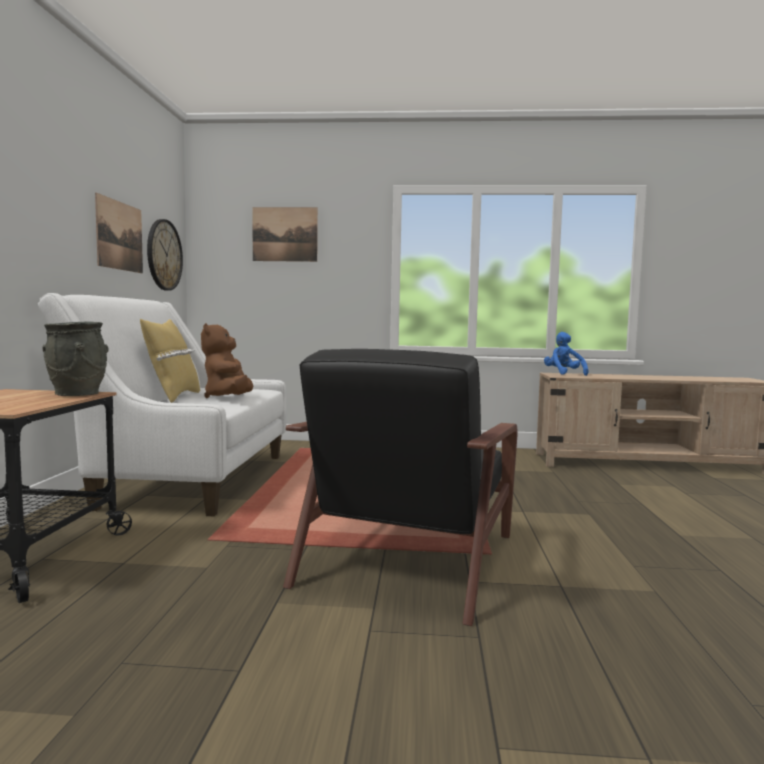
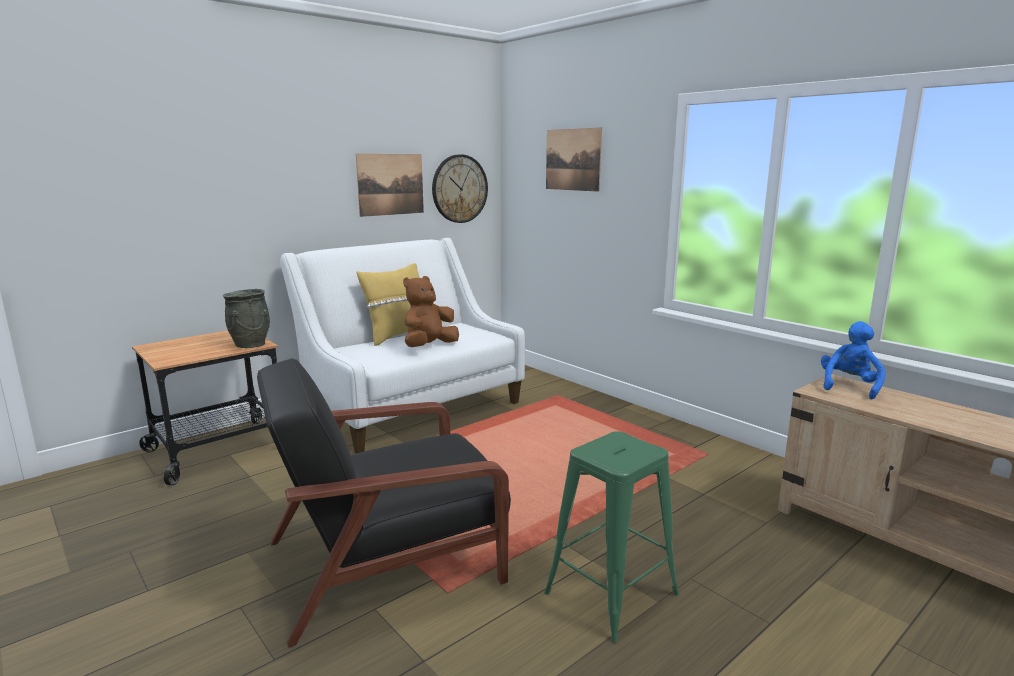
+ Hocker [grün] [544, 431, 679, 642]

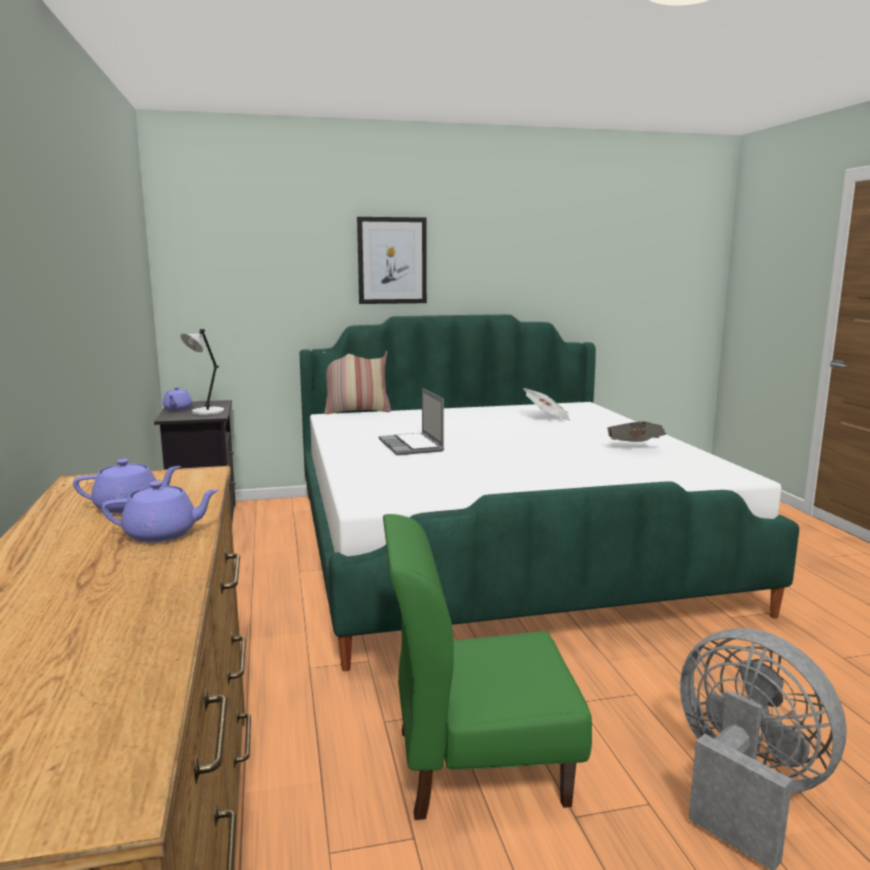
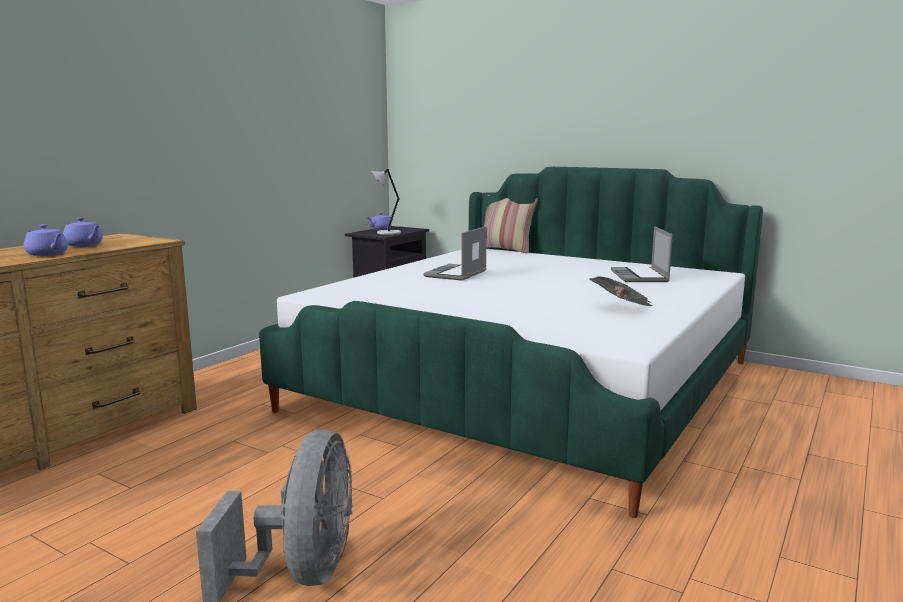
- Bild [357, 217, 427, 304]
~ Zeitung [523, 388, 570, 421] to Laptop [611, 226, 673, 282]
- Stuhl [grün] [383, 514, 592, 820]

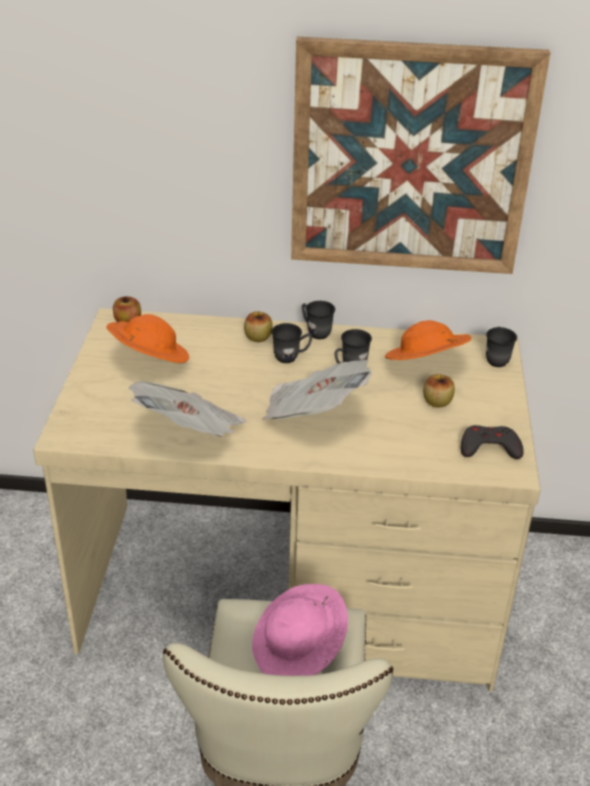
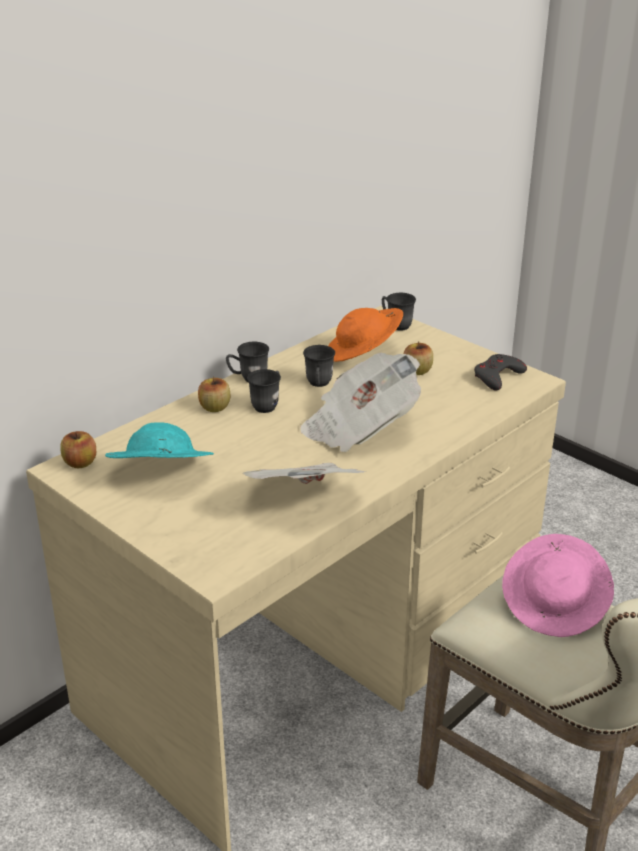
- Bild [291, 37, 551, 274]
~ Hut [orange] [106, 314, 189, 363] to Hut [türkis] [105, 422, 214, 458]

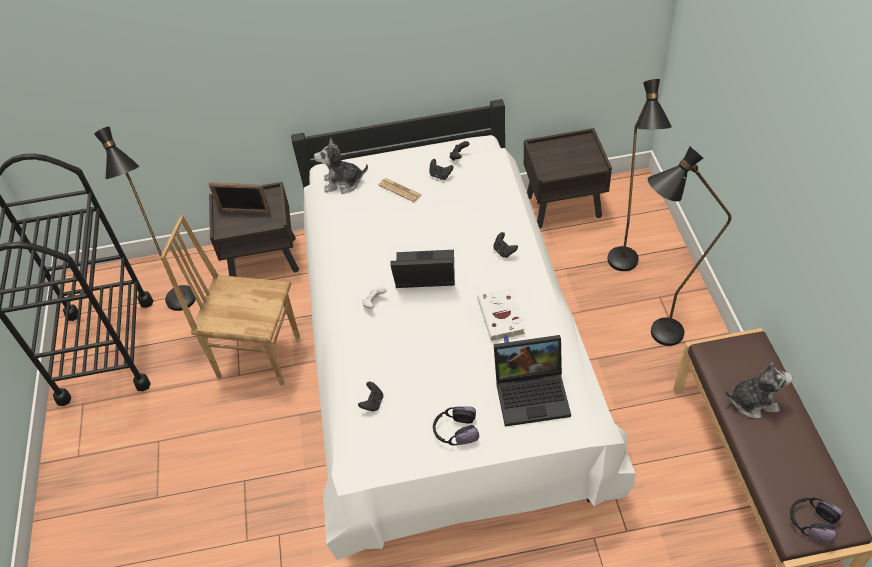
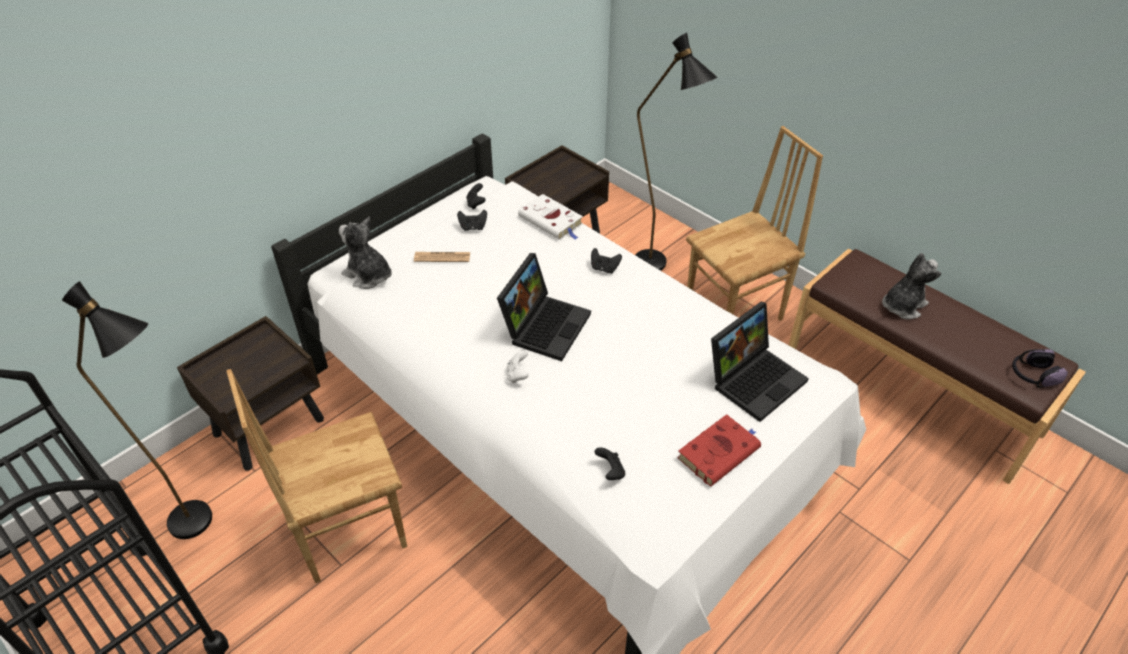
~ Plüschtier [314, 138, 368, 194] = [339, 216, 392, 289] 75 degrees clockwise
~ Stehlampe [schwarz] [648, 147, 731, 346] to Stuhl [braun] [686, 126, 823, 321]
- Bilderrahmen [209, 183, 271, 214]
~ Laptop [390, 250, 455, 288] = [497, 253, 591, 361] 150 degrees clockwise
~ Buch [weiß] [477, 288, 525, 343] to [518, 194, 583, 240]
~ Kopfhörer [433, 406, 479, 446] to Buch [rot] [677, 414, 761, 486]

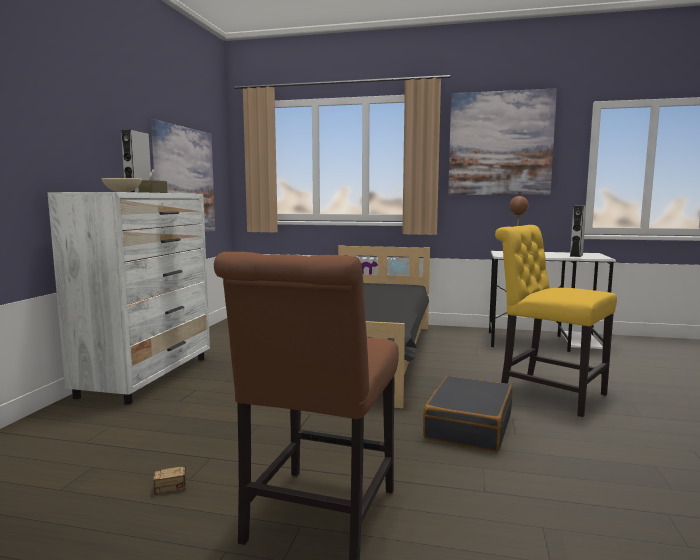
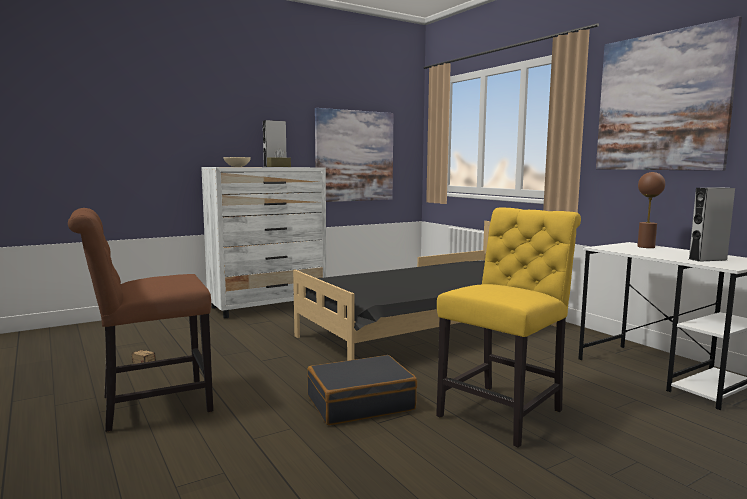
~ Stuhl [gelb] [495, 225, 617, 417] = [436, 207, 581, 448] 45 degrees clockwise

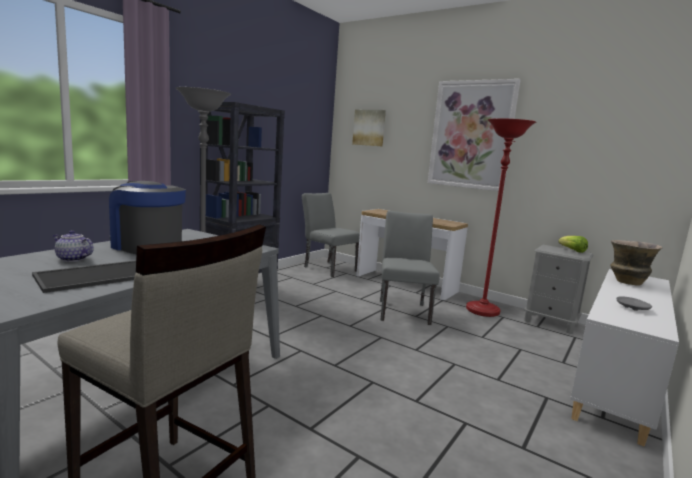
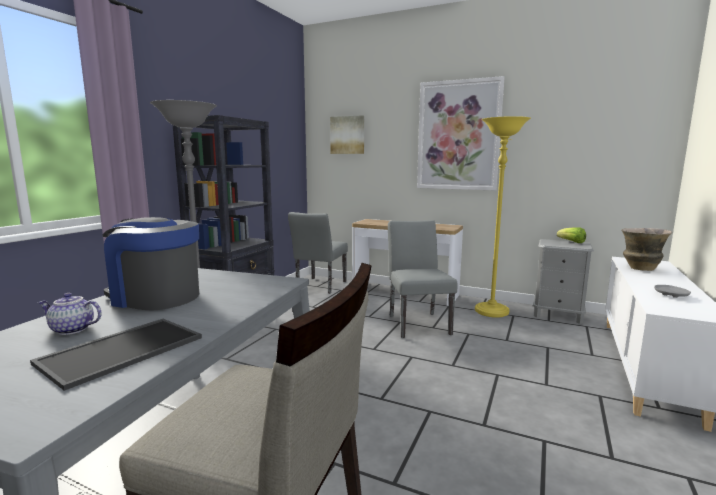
~ Stehlampe [rot] [466, 118, 536, 317] to Stehlampe [gelb] [475, 116, 531, 318]
~ Stuhl [grau] [302, 193, 360, 277] = [288, 212, 348, 294] 105 degrees counterclockwise

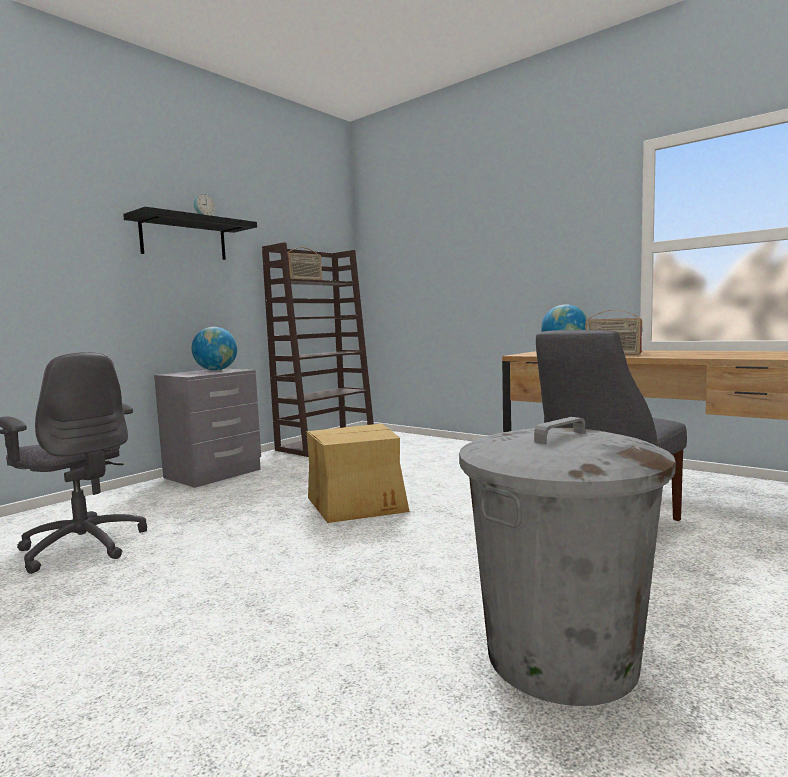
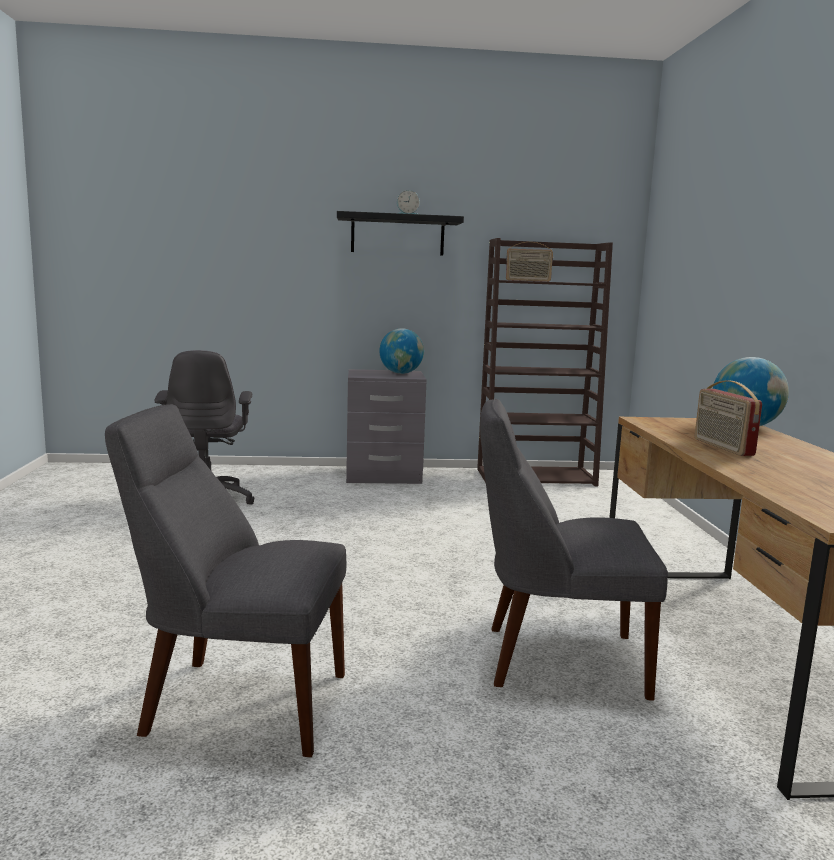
~ Mülleimer [grau] [459, 417, 675, 706] to Stuhl [grau] [105, 404, 346, 757]
- Karton [307, 424, 410, 523]

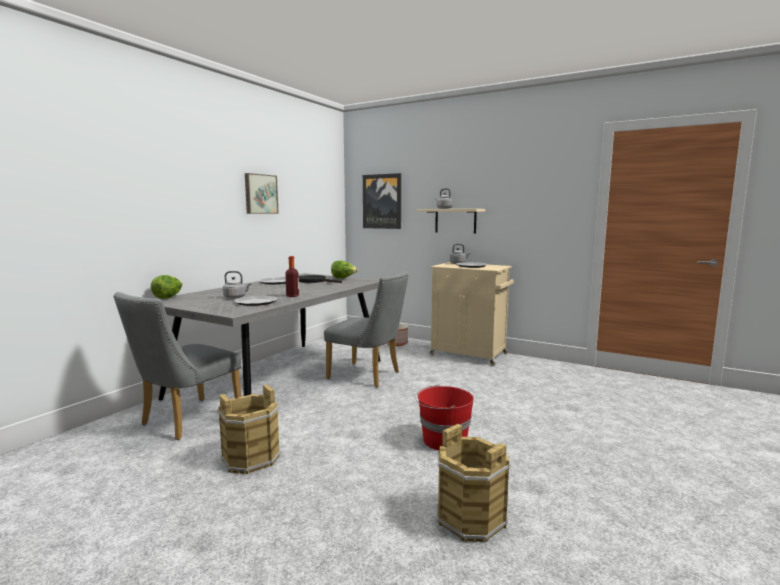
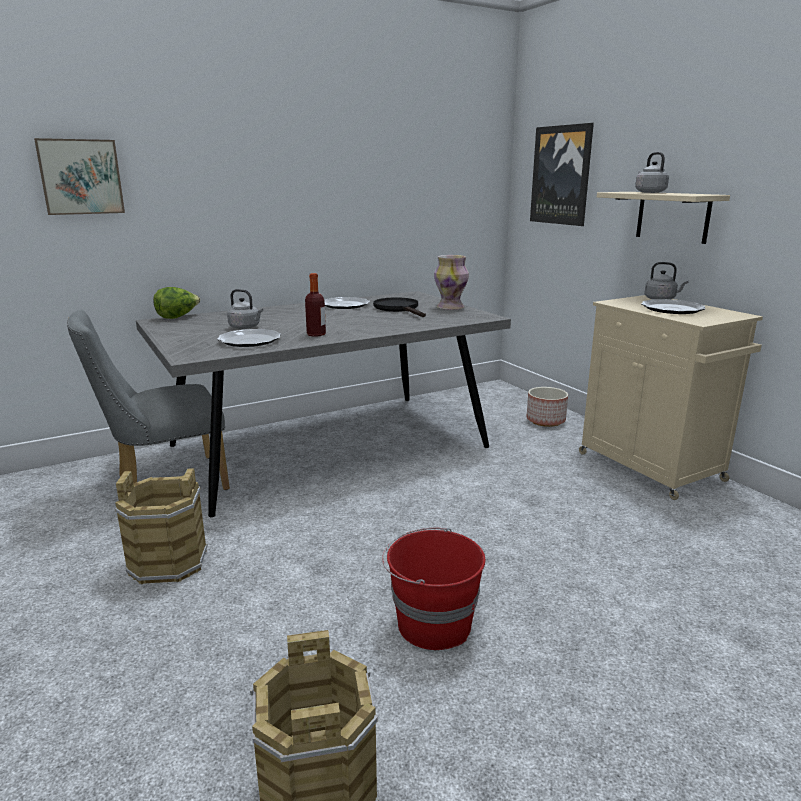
~ Bild [245, 173, 279, 214] to [34, 138, 125, 215]
~ Salatkopf [331, 261, 358, 279] to Vase [434, 255, 469, 310]
- Stuhl [grau] [324, 271, 409, 387]

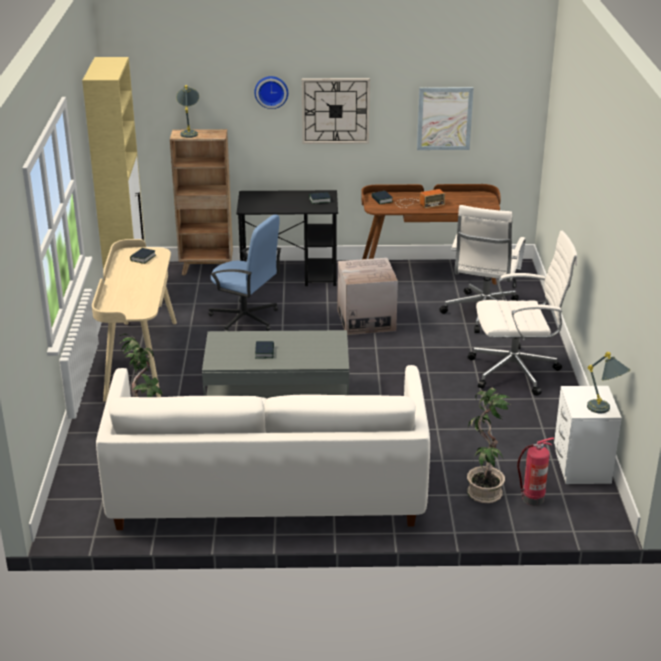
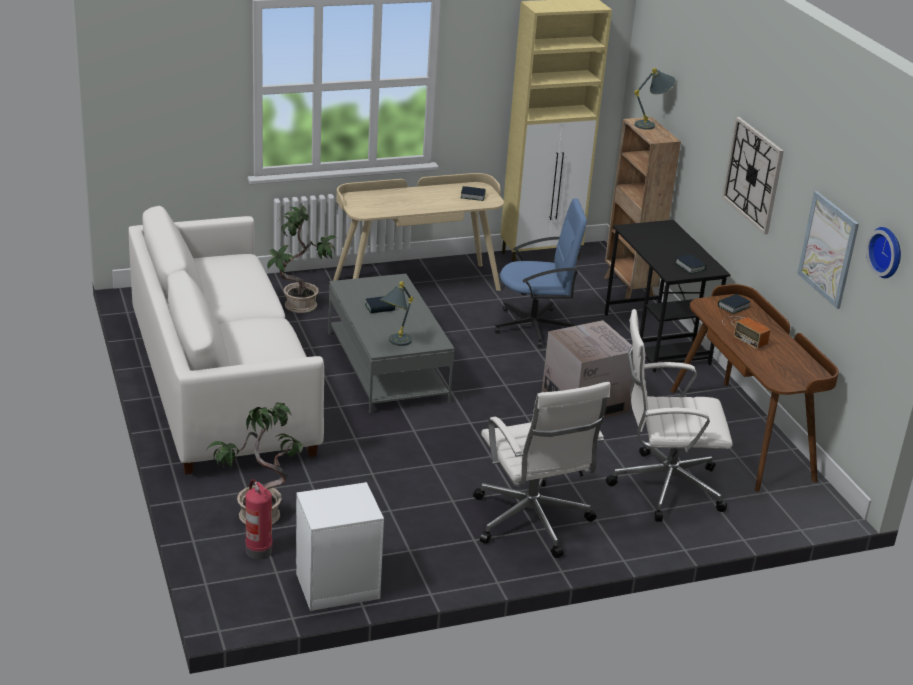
~ Wanduhr [254, 76, 288, 109] to [866, 227, 901, 278]
~ Bürostuhl [blau] [209, 215, 281, 331] = [494, 199, 587, 348] 105 degrees counterclockwise
~ Tischlampe [grau] [587, 352, 631, 413] to [379, 281, 414, 346]

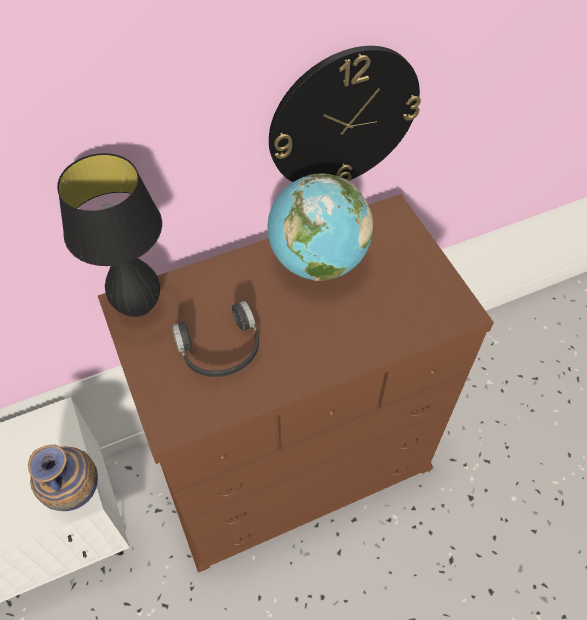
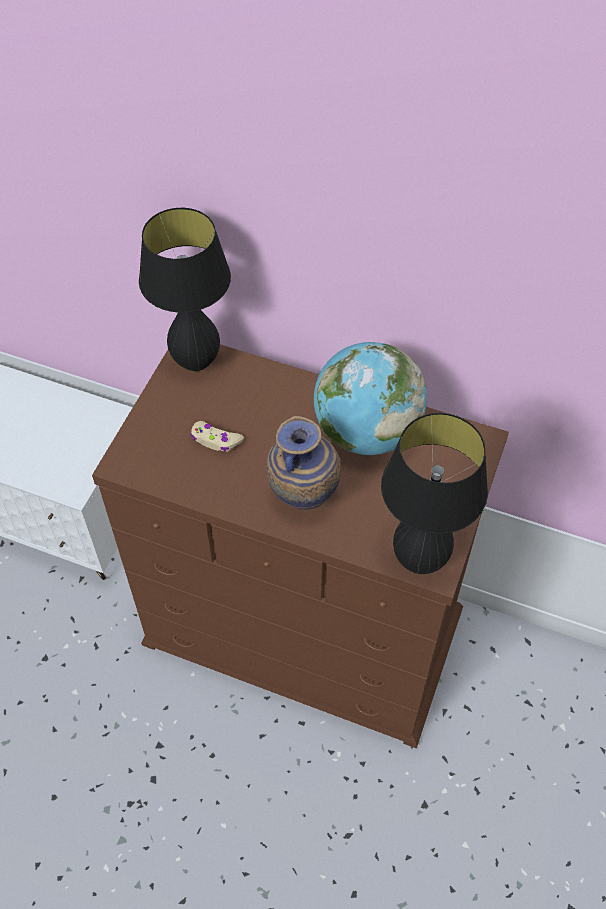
- Wanduhr [269, 46, 421, 182]
~ Kopfhörer [schwarz] [172, 301, 259, 377] to Gamepad [beige] [191, 421, 244, 452]
~ Vase [28, 445, 98, 511] to [266, 416, 341, 510]
+ Tischlampe [schwarz] [381, 413, 488, 574]

